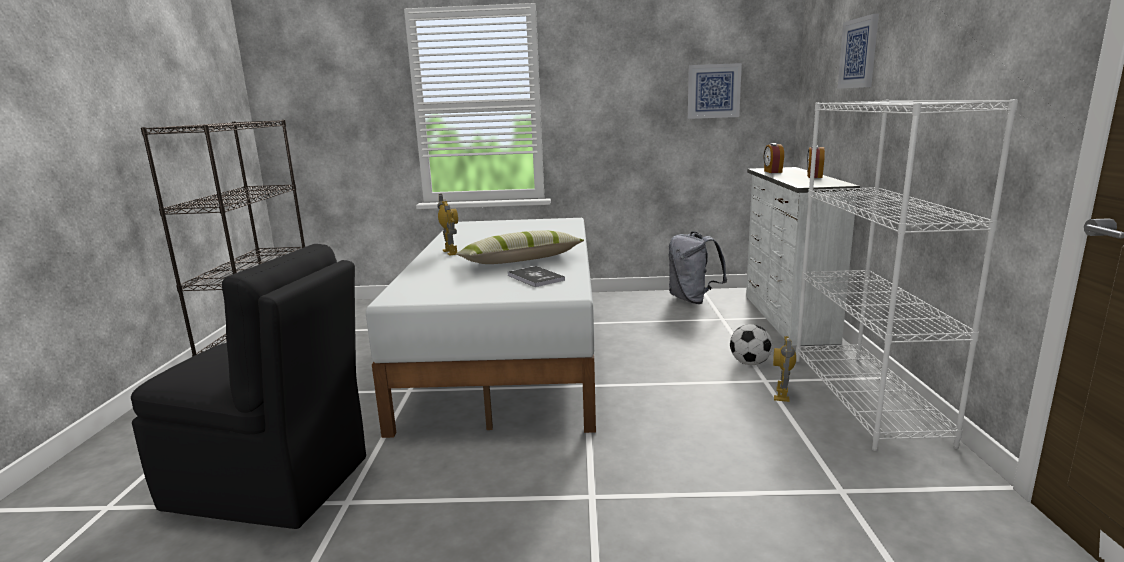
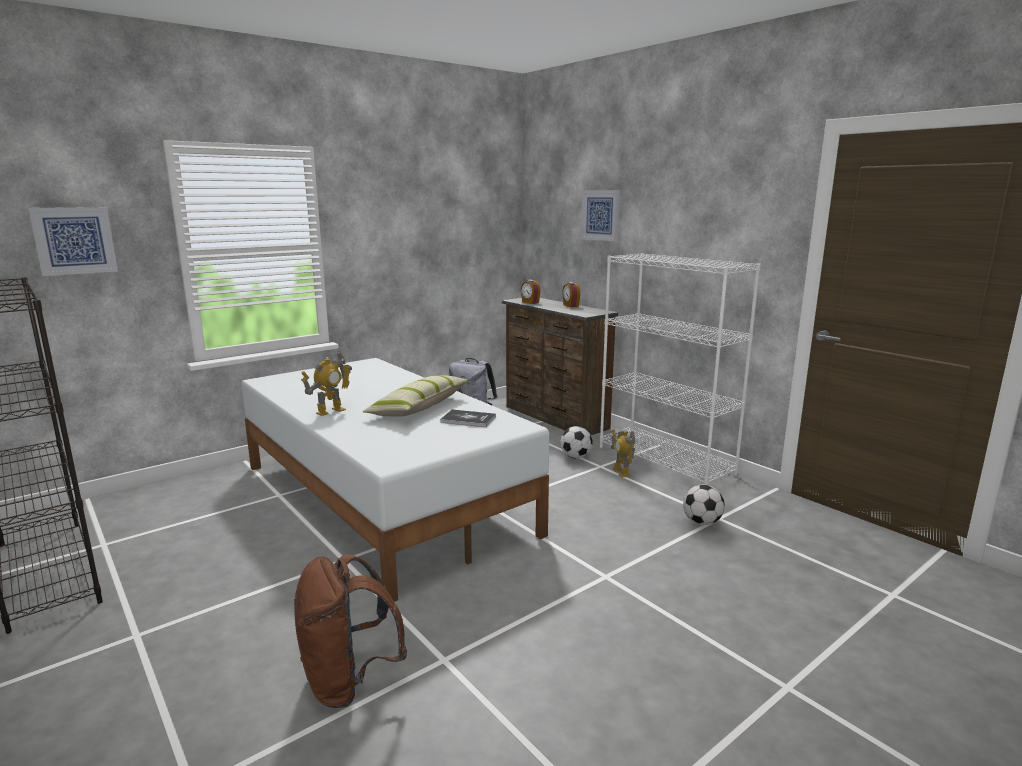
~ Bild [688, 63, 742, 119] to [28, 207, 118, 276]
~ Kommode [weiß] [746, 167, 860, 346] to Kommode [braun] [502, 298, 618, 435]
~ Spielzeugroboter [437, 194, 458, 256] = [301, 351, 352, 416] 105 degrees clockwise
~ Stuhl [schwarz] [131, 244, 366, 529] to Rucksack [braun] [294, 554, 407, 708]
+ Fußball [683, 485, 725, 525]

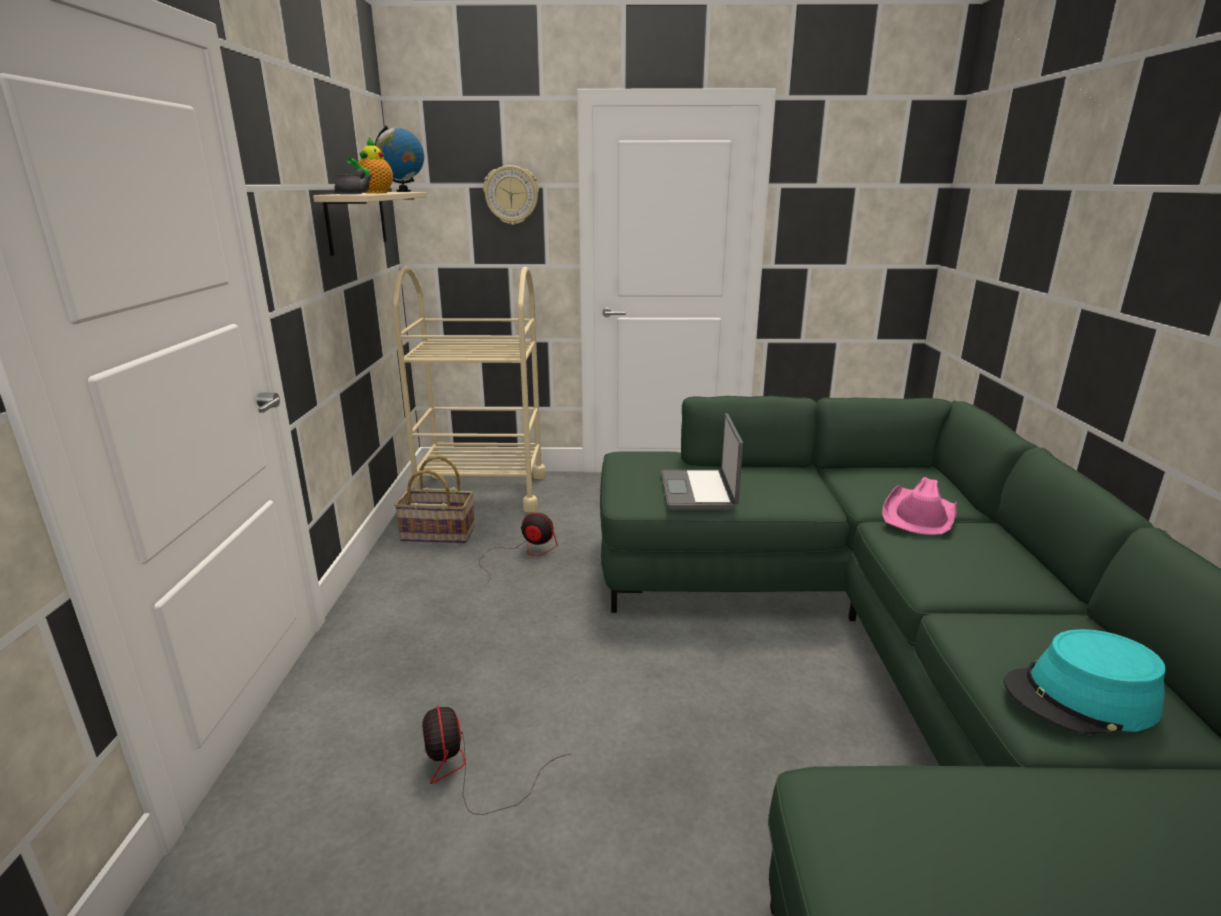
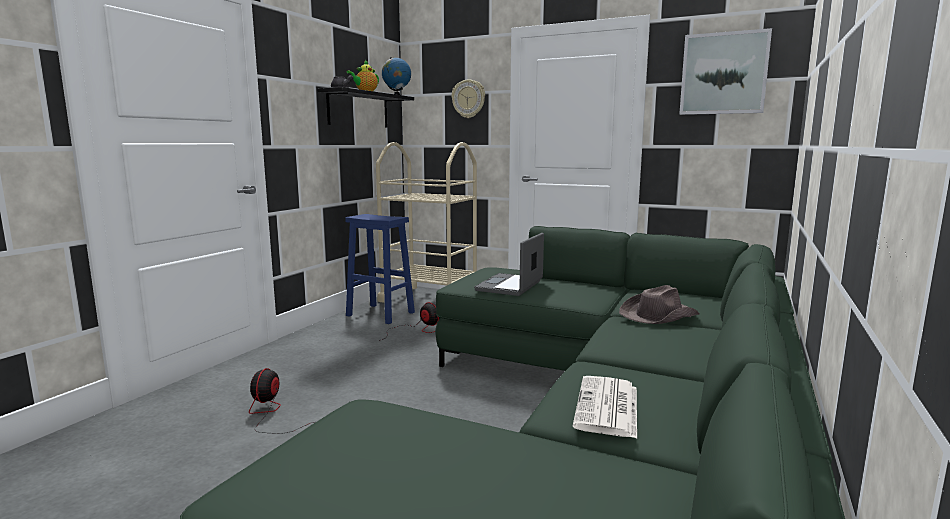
~ Wandregal [beige] [313, 192, 427, 256] to Wandregal [schwarz] [317, 87, 414, 127]
~ Korb [394, 456, 475, 543] to Hocker [blau] [345, 214, 415, 324]
~ Hut [rosa] [882, 477, 958, 535] to Hut [braun] [619, 285, 699, 324]
~ Hut [türkis] [1004, 629, 1165, 735] to Zeitung [573, 376, 637, 438]
+ Bild [679, 28, 772, 115]

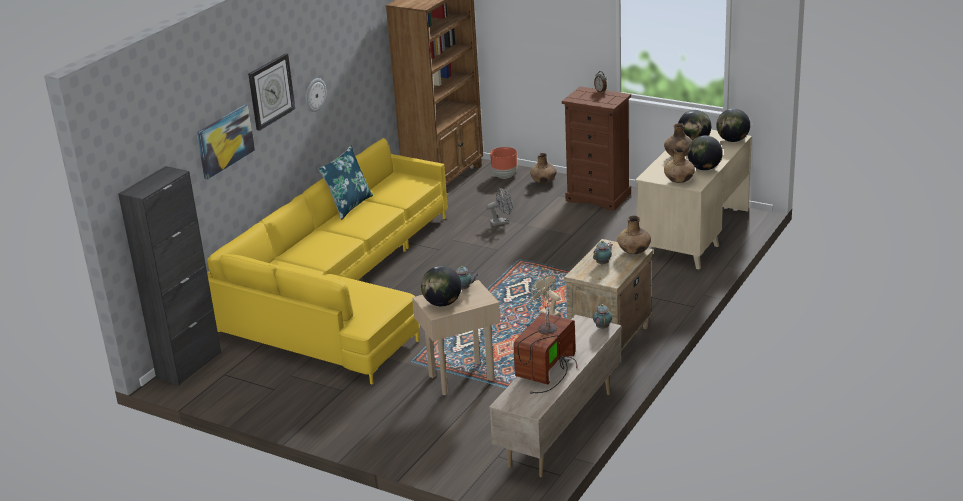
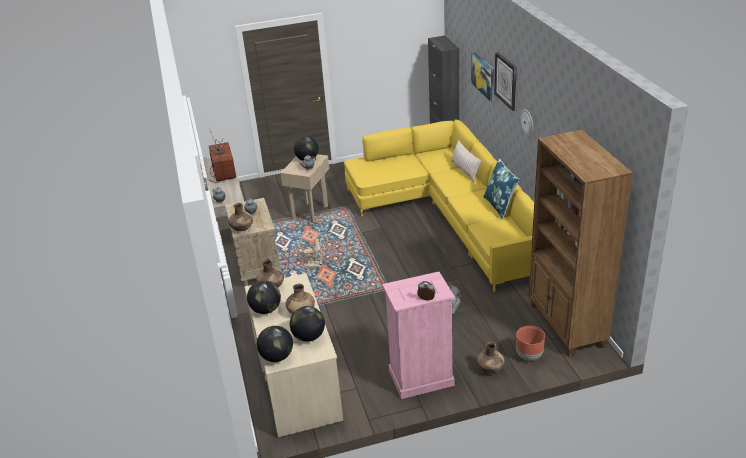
~ Kommode [braun] [562, 87, 631, 211] to Kommode [rosa] [382, 272, 455, 399]
+ Kissen [beige] [451, 140, 482, 182]

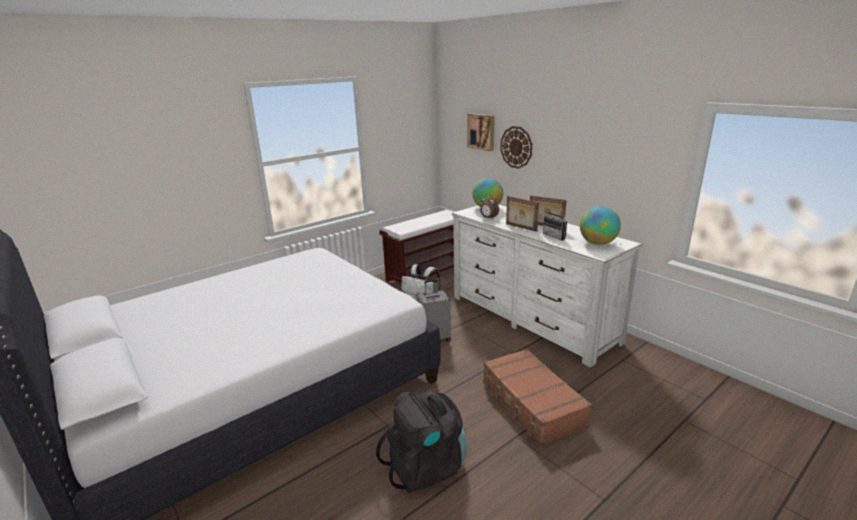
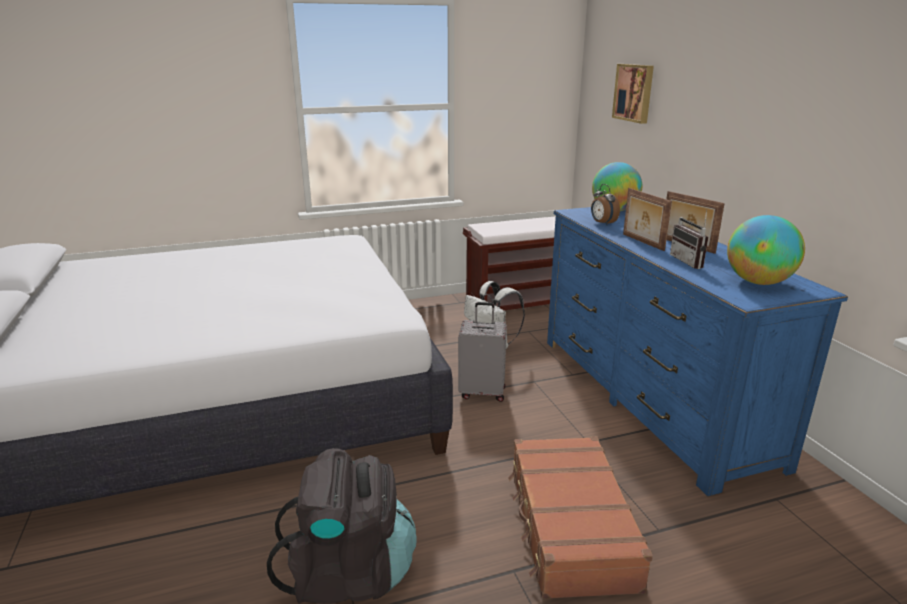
- Wanduhr [500, 126, 532, 169]
~ Kommode [weiß] [452, 204, 643, 368] to Kommode [blau] [547, 207, 848, 496]

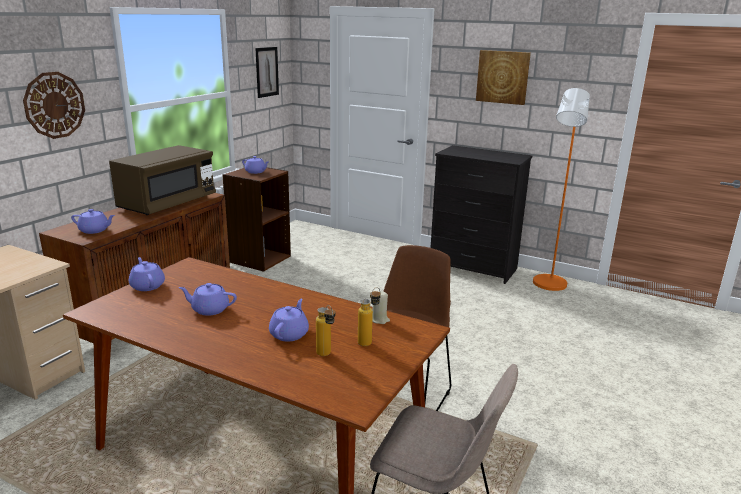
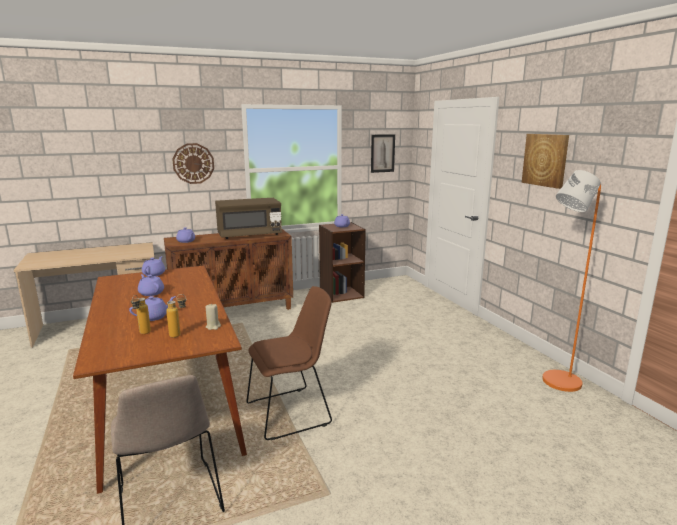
- Kommode [schwarz] [431, 145, 532, 284]

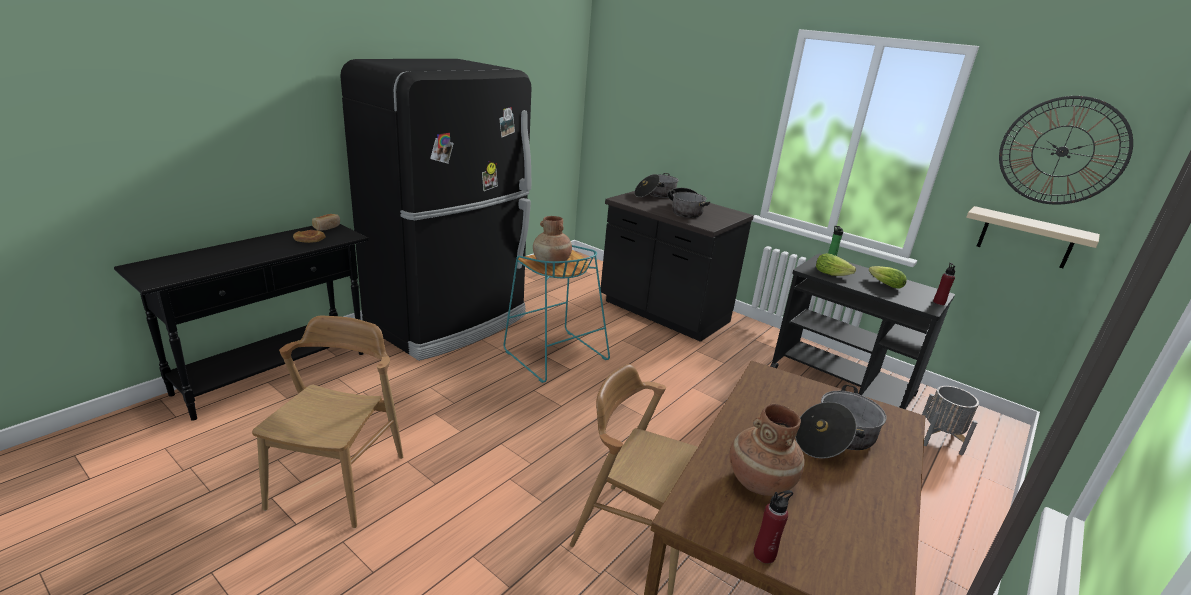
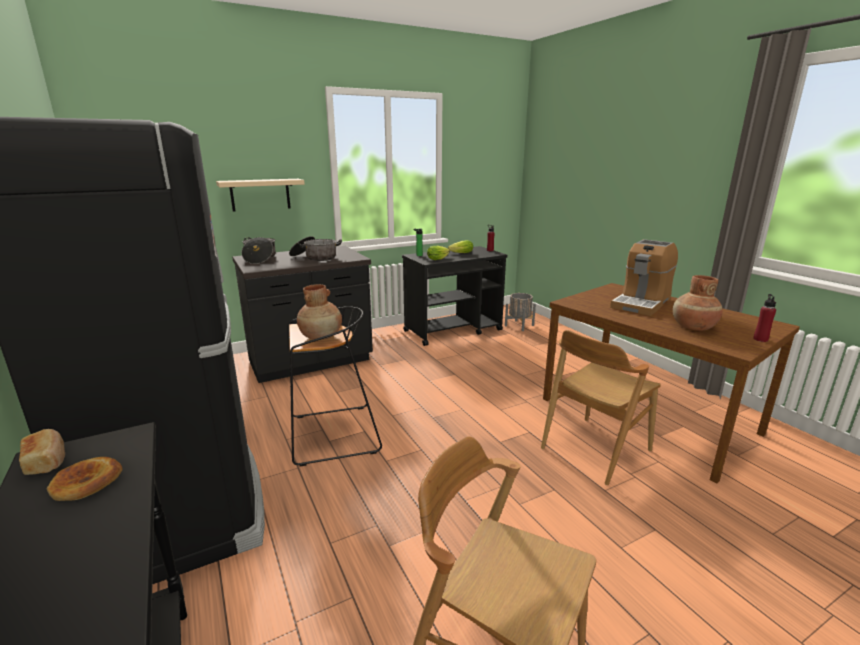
- Wanduhr [999, 96, 1133, 204]
~ Wandregal [beige] [966, 206, 1100, 268] to [216, 179, 305, 212]
~ Hocker [türkis] [503, 245, 610, 383] to Hocker [schwarz] [289, 307, 382, 466]
~ Kochtopf [795, 385, 887, 459] to Kaffeemaschine [610, 239, 678, 316]

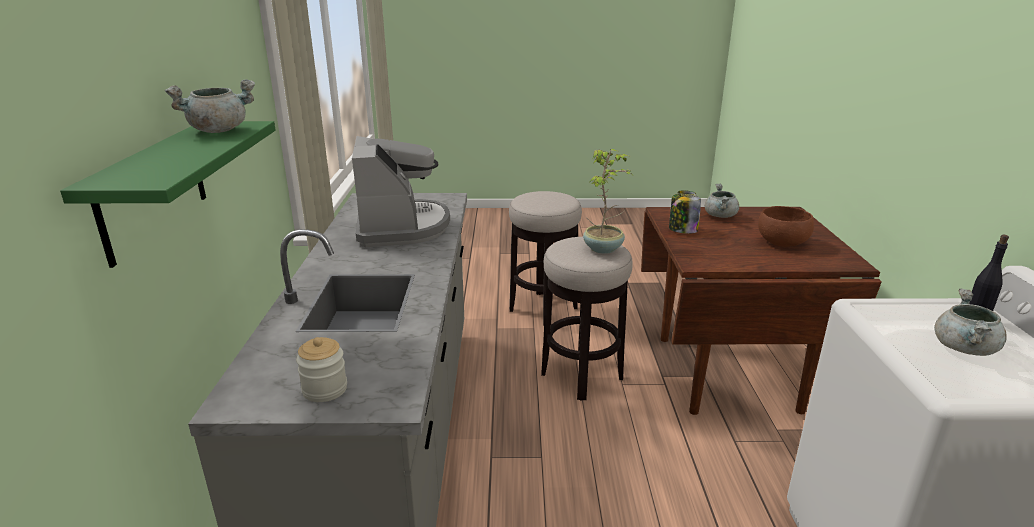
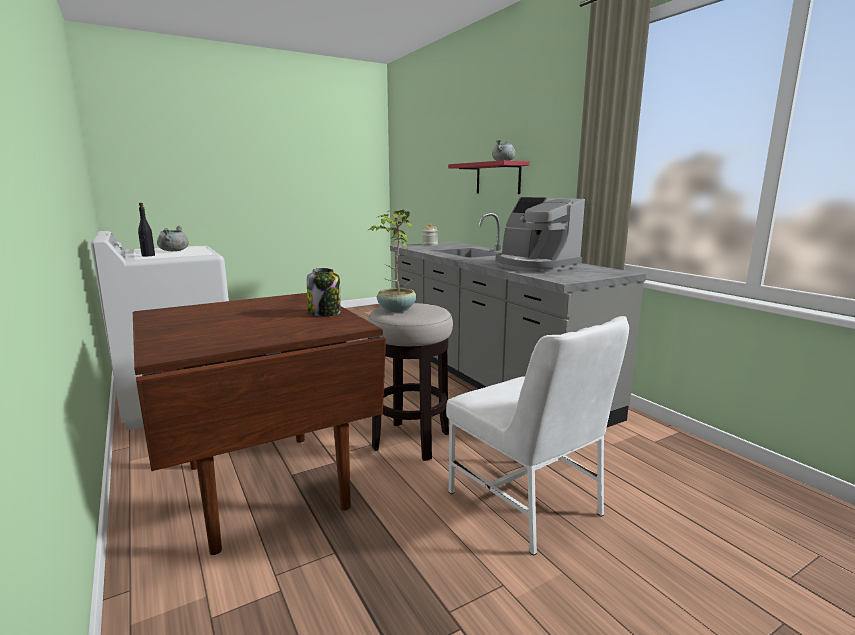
~ Wandregal [grün] [60, 121, 276, 268] to Wandregal [rot] [448, 160, 530, 194]
- Kochtopf [grau] [705, 183, 739, 218]
~ Hocker [509, 191, 582, 326] to Stuhl [weiß] [446, 316, 629, 556]
- Schüssel [braun] [758, 206, 814, 247]

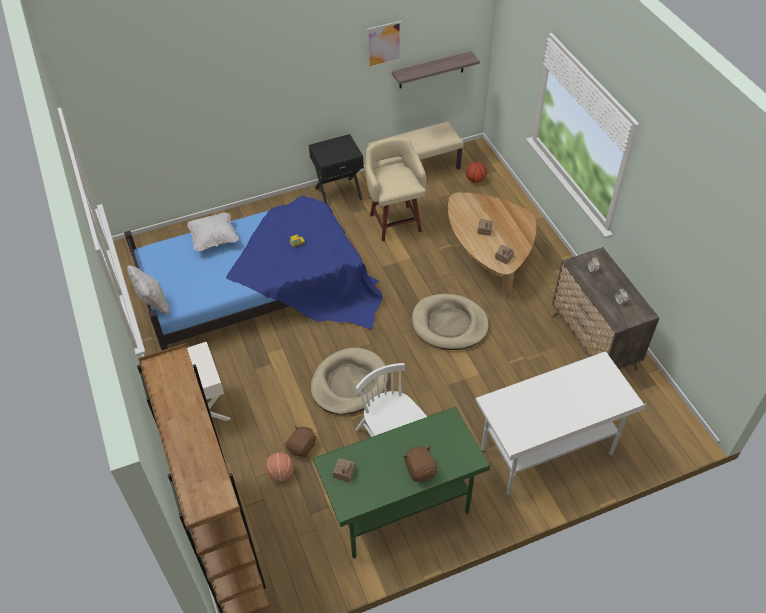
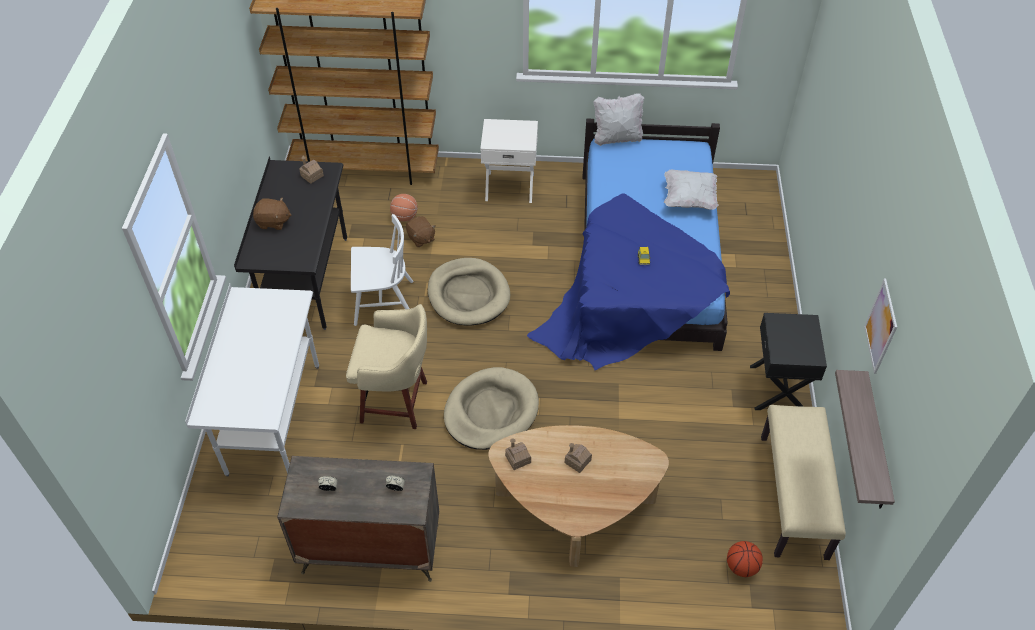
~ Hocker [beige] [365, 137, 426, 242] to [346, 304, 427, 429]
~ Schreibtisch [grün] [313, 407, 490, 559] to Schreibtisch [schwarz] [234, 156, 347, 330]

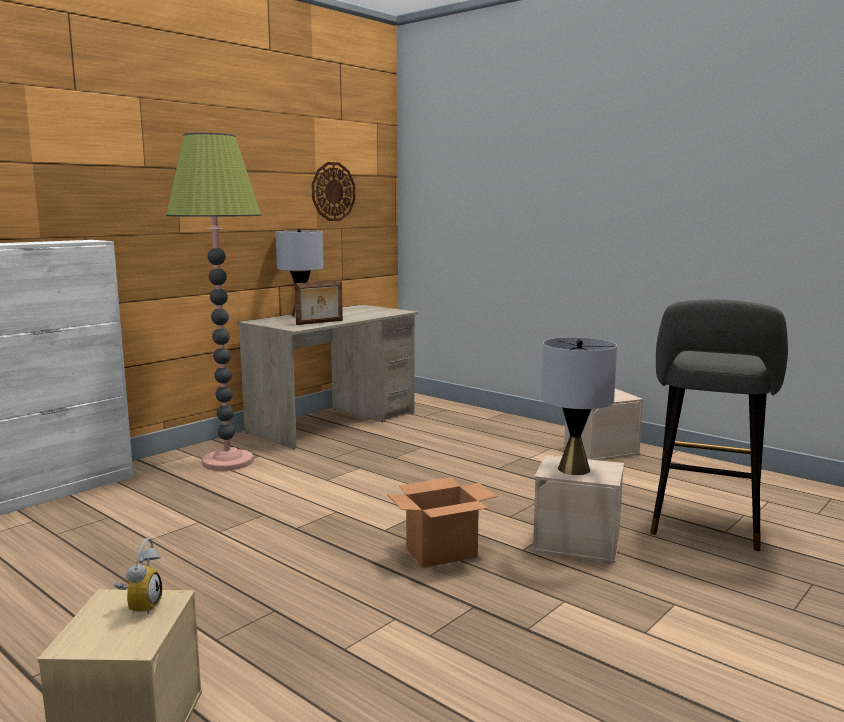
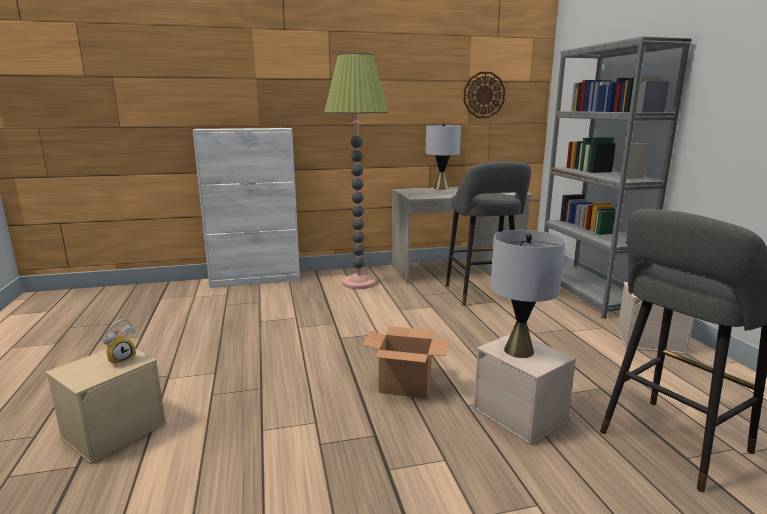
- Bilderrahmen [295, 280, 343, 325]
+ Bücherregal [grau] [544, 36, 692, 319]
+ Hocker [grau] [446, 161, 531, 306]

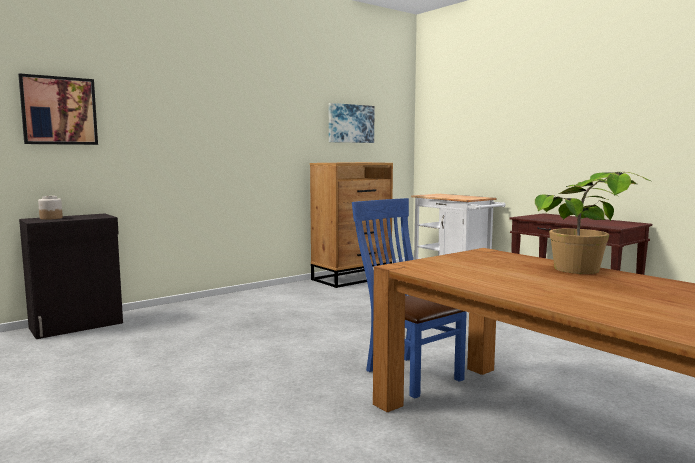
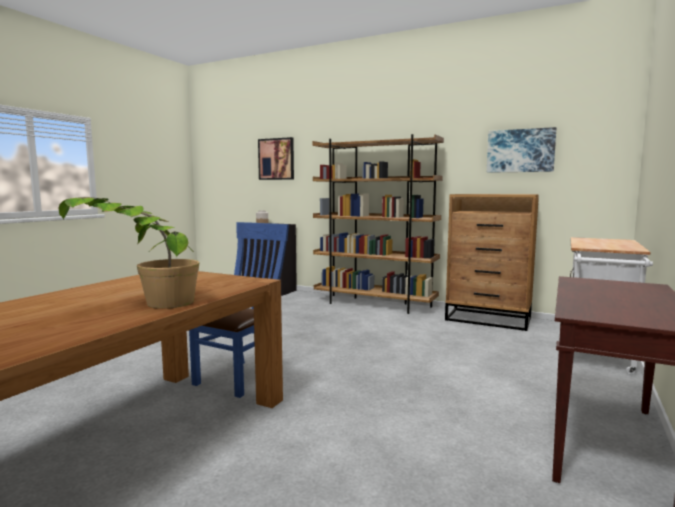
+ Bücherregal [braun] [313, 134, 444, 314]

